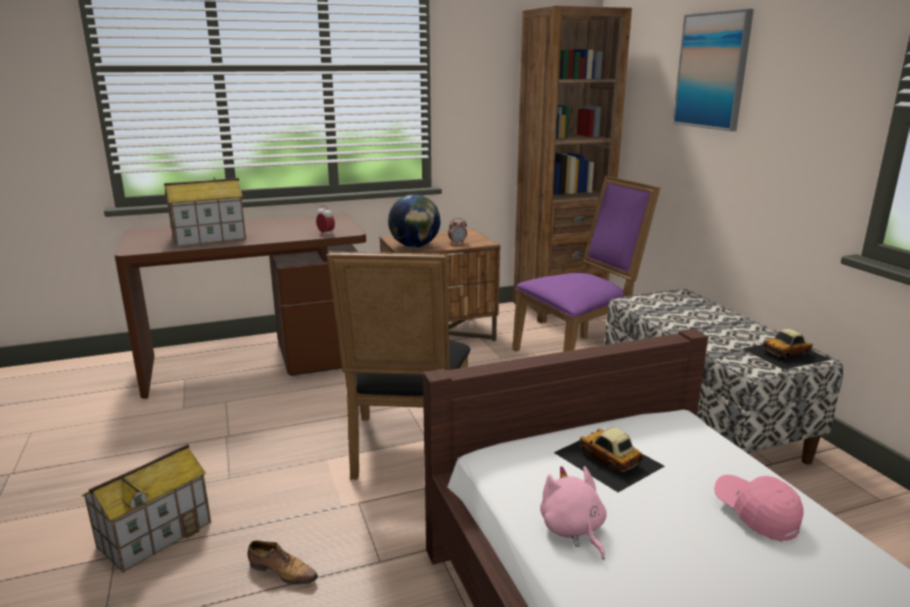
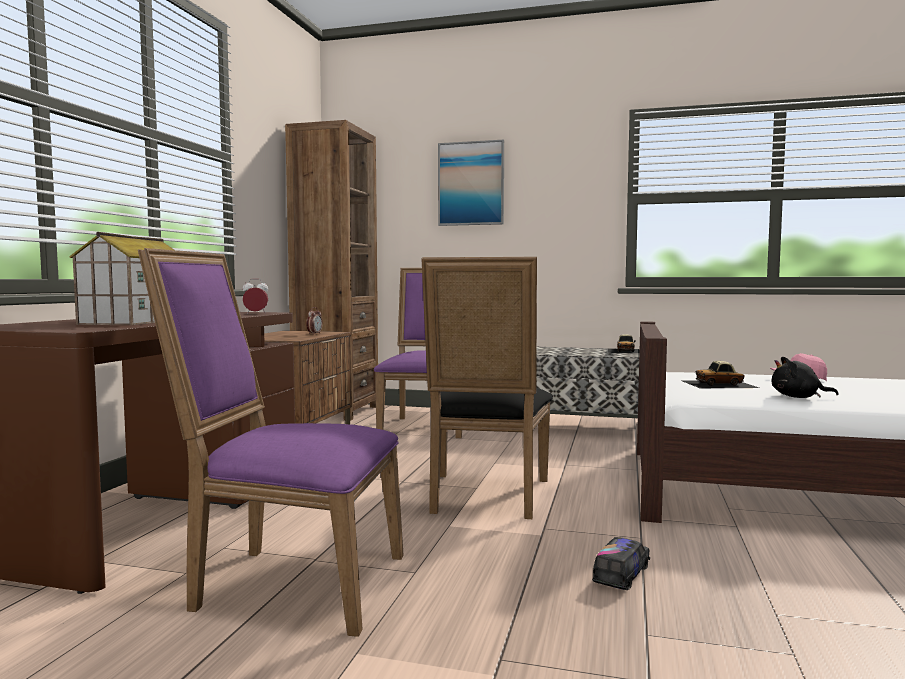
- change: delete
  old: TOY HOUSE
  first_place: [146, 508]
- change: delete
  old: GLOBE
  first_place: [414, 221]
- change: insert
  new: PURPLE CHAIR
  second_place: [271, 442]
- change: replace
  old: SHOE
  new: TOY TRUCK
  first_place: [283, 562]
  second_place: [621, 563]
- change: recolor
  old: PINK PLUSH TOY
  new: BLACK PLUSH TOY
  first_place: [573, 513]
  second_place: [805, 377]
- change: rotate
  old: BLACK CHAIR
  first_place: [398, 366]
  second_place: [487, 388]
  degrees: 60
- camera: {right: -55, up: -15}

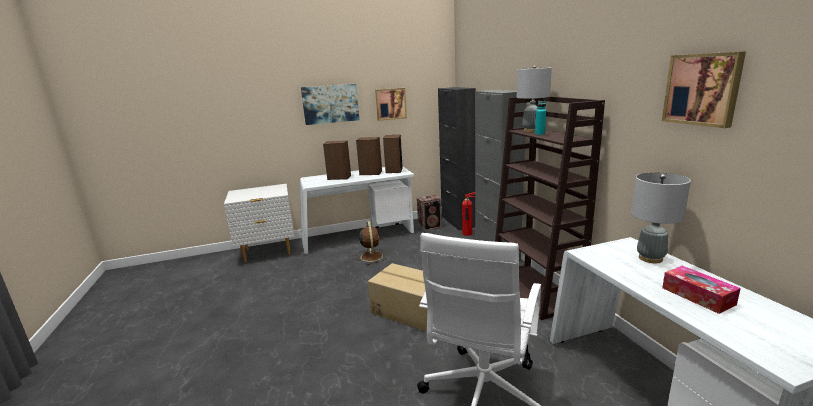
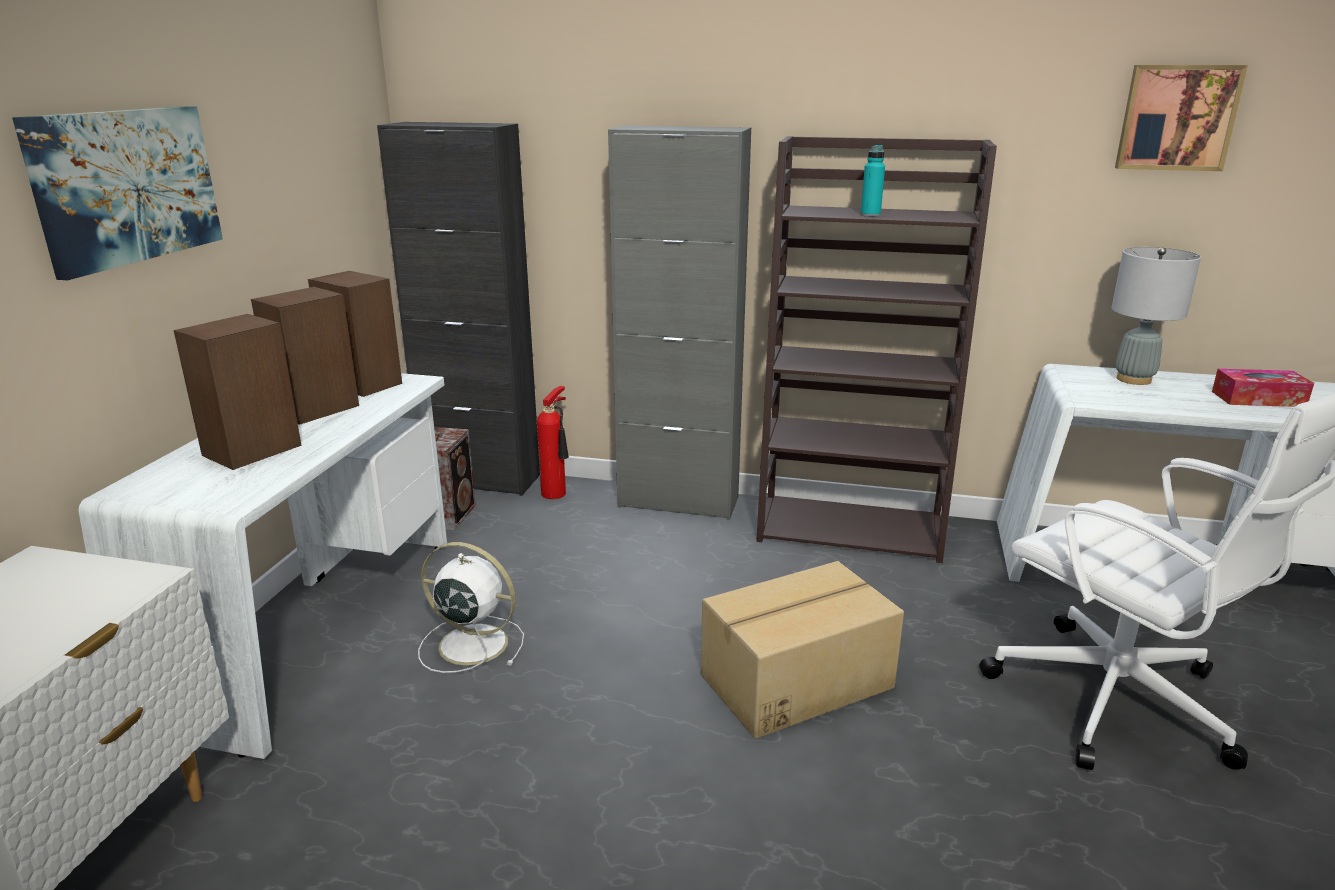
- change: delete
  old: PICTURE
  first_place: [391, 104]
- change: delete
  old: GREY TABLE LAMP
  first_place: [534, 98]
- change: recolor
  old: BROWN FAN
  new: WHITE FAN
  first_place: [371, 243]
  second_place: [471, 607]
- camera: {right: -60, up: 5}

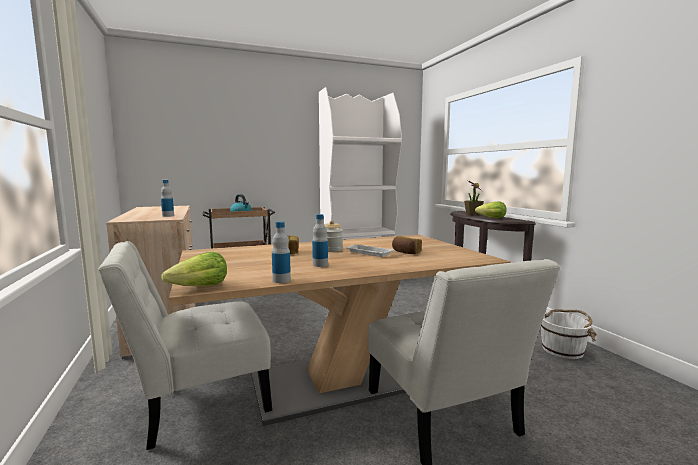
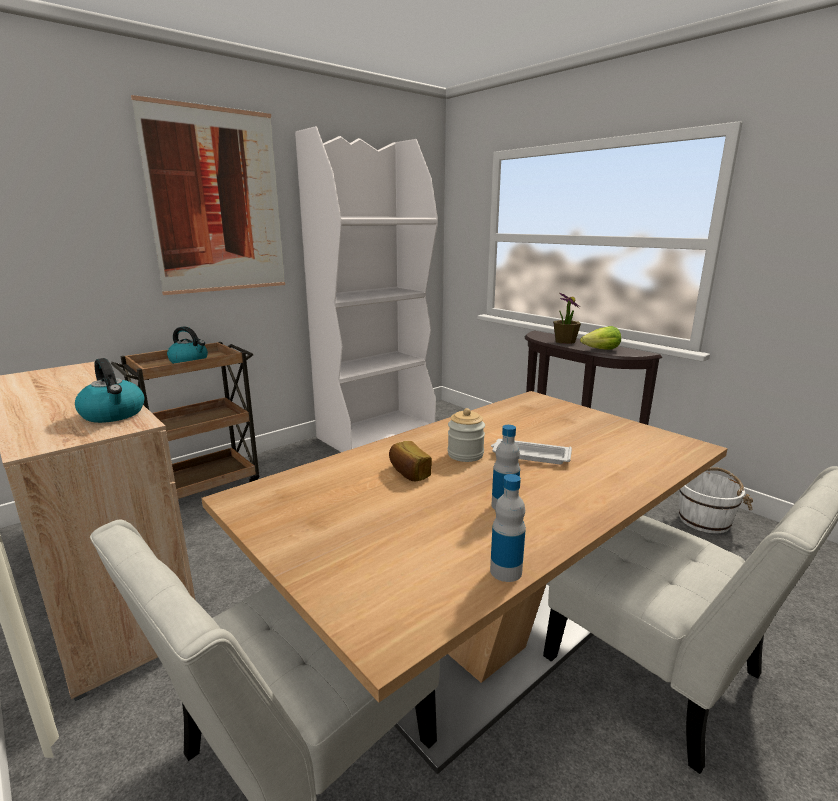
- change: delete
  old: LETTUCE
  first_place: [194, 268]
- change: delete
  old: BREAD
  first_place: [407, 245]
- change: insert
  new: PICTURE
  second_place: [208, 195]
- change: replace
  old: BOTTLE
  new: KETTLE
  first_place: [167, 198]
  second_place: [109, 390]
- camera: {right: -20, up: 10}

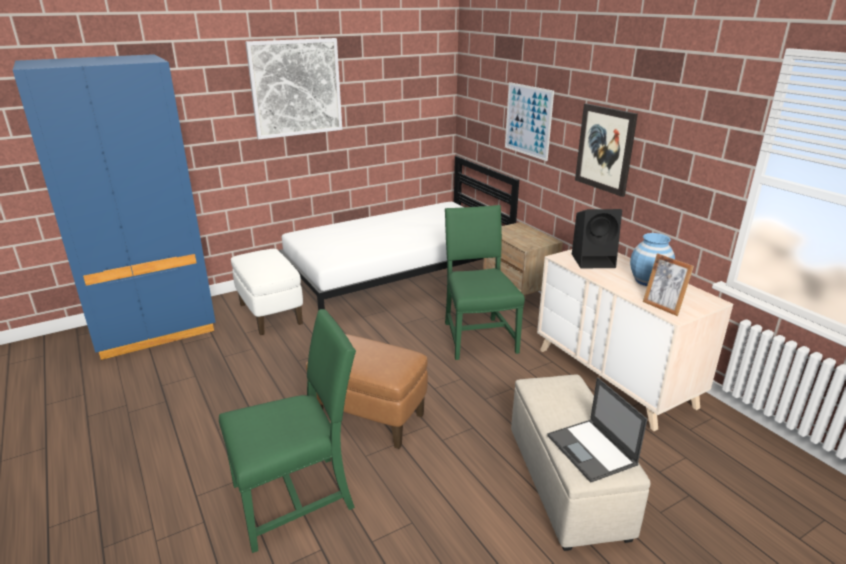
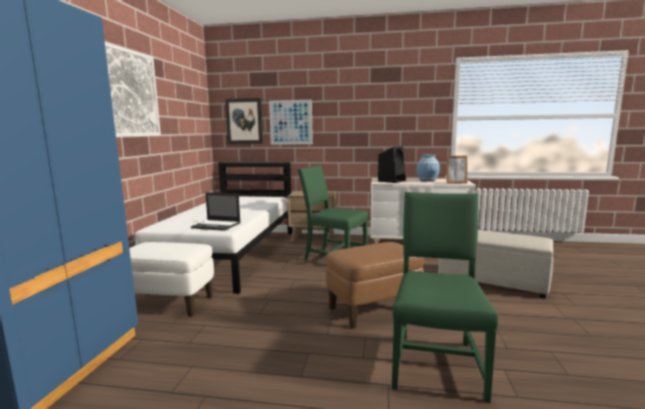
- change: move
  old: LAPTOP
  first_place: [597, 430]
  second_place: [216, 211]
- change: move
  old: PICTURE
  first_place: [606, 150]
  second_place: [244, 121]
- camera: {right: -50, up: -15}

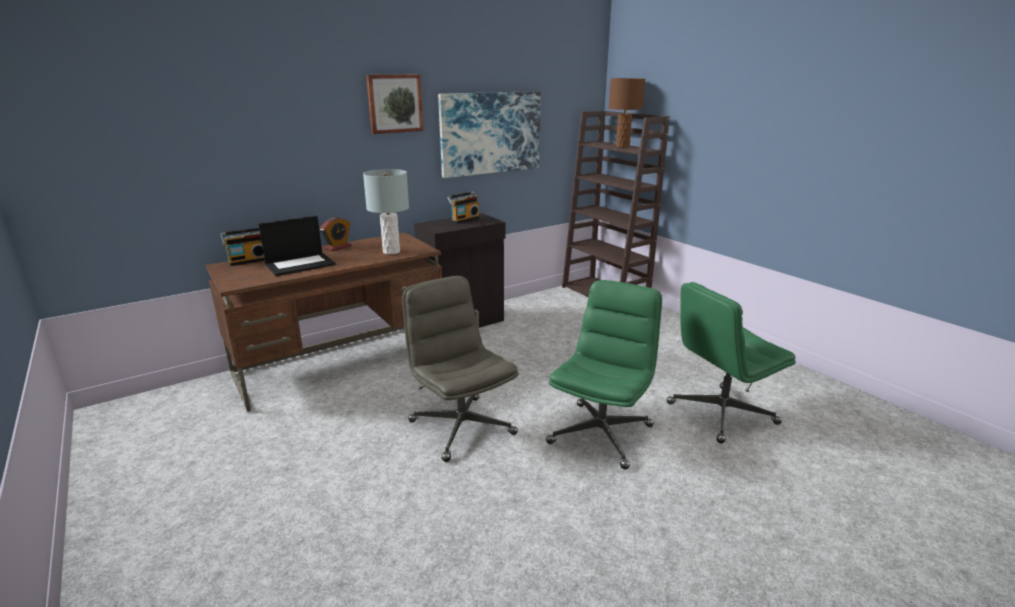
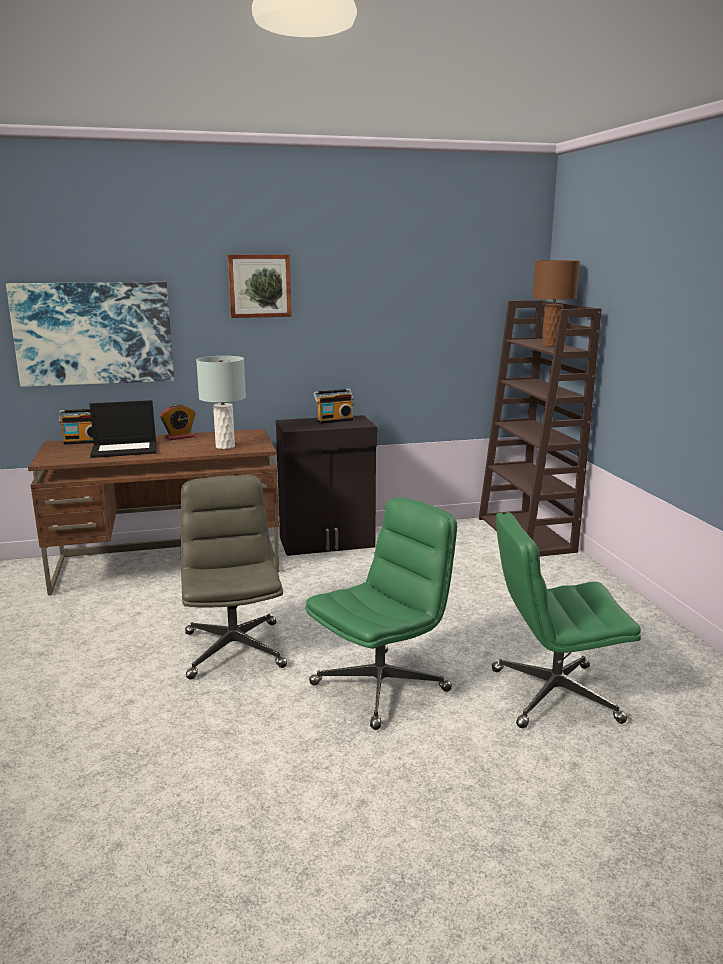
- change: move
  old: PICTURE
  first_place: [489, 134]
  second_place: [90, 334]
- camera: {right: 20, up: -5}

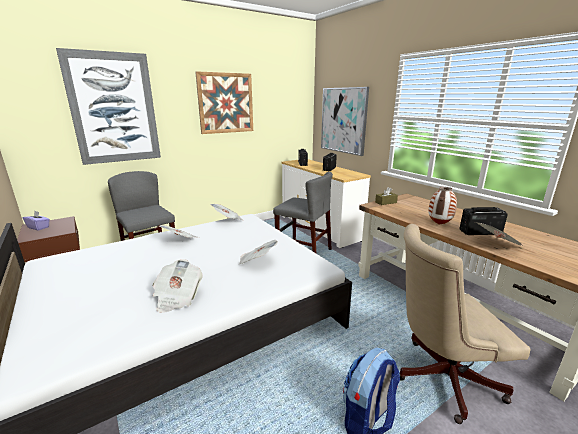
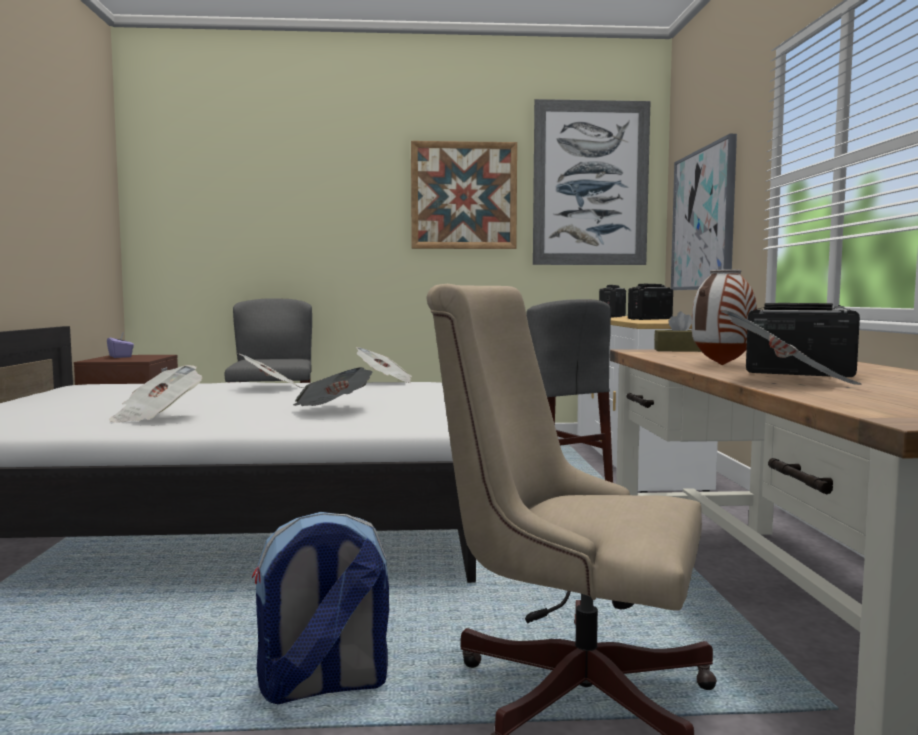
- change: move
  old: PICTURE
  first_place: [108, 106]
  second_place: [591, 182]
- camera: {right: 30, up: -15}

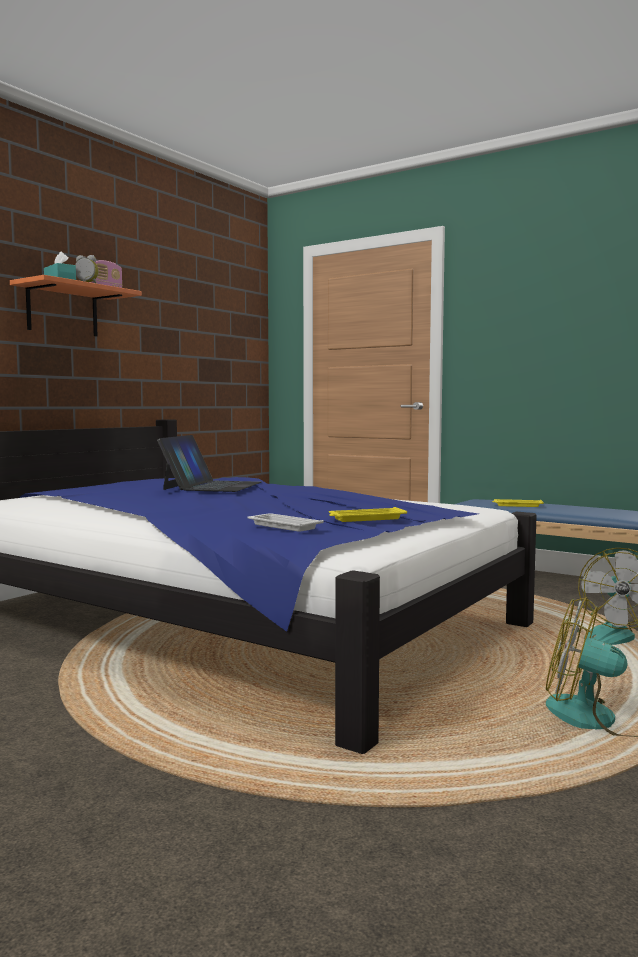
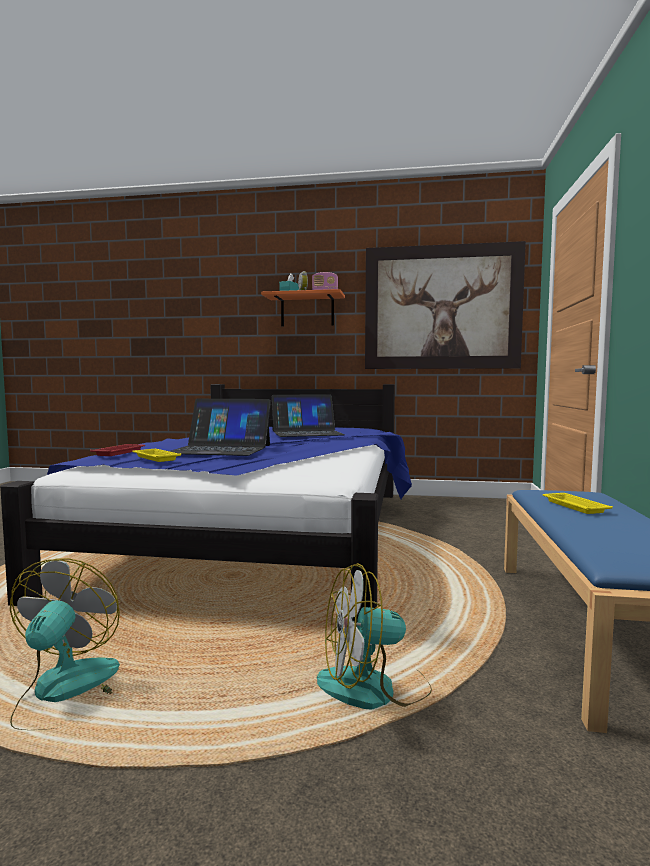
- change: insert
  new: LAPTOP
  second_place: [220, 427]
- change: insert
  new: PICTURE
  second_place: [445, 305]
- change: recolor
  old: WHITE TRAY
  new: RED TRAY
  first_place: [286, 522]
  second_place: [117, 450]
- camera: {right: 65, up: 0}

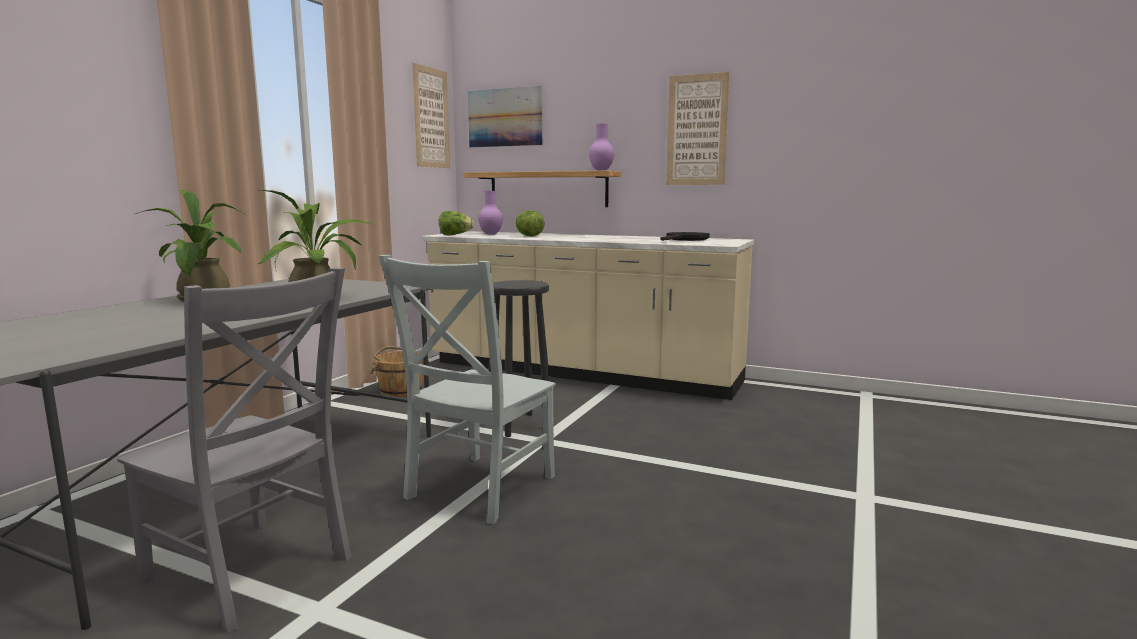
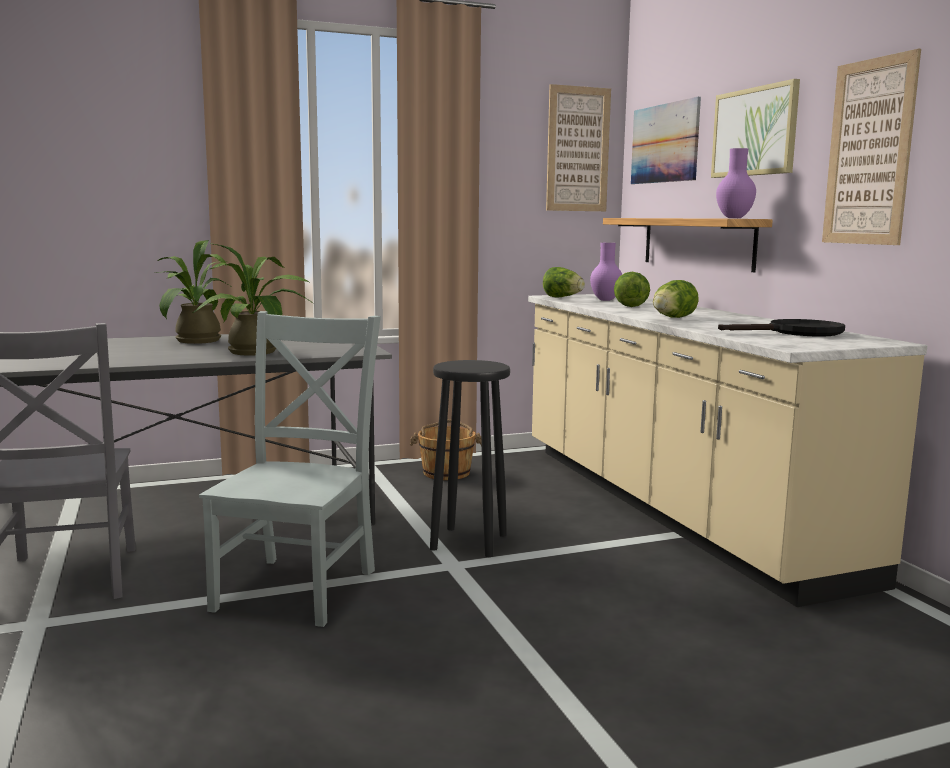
- change: insert
  new: LETTUCE
  second_place: [676, 299]
- change: insert
  new: PICTURE
  second_place: [755, 128]
- change: rotate
  old: GREY CHAIR
  first_place: [467, 389]
  second_place: [290, 469]
  degrees: 120
- camera: {right: 45, up: 0}

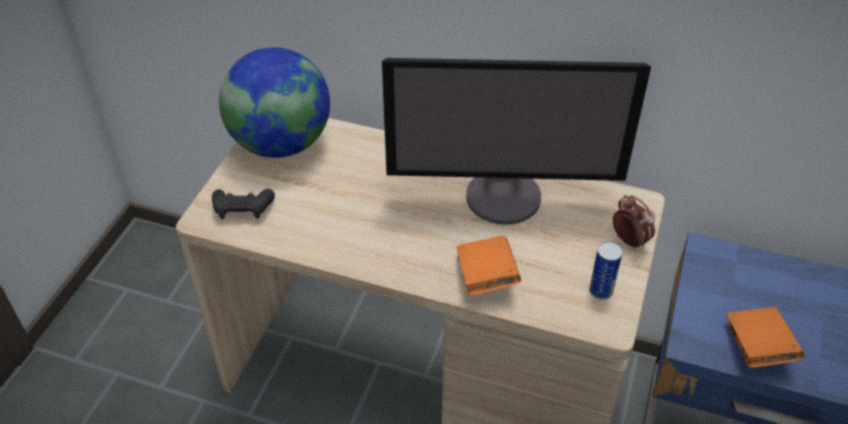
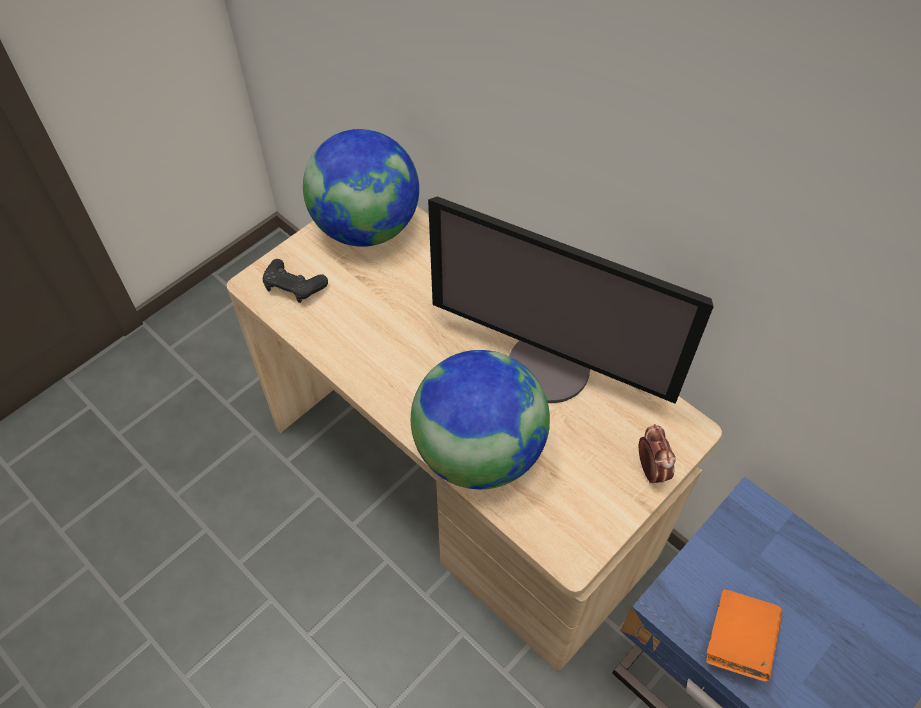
- change: delete
  old: CAN
  first_place: [606, 271]
- change: replace
  old: ORANGE BOOK
  new: GLOBE
  first_place: [488, 266]
  second_place: [480, 419]
- camera: {right: 25, up: 10}

